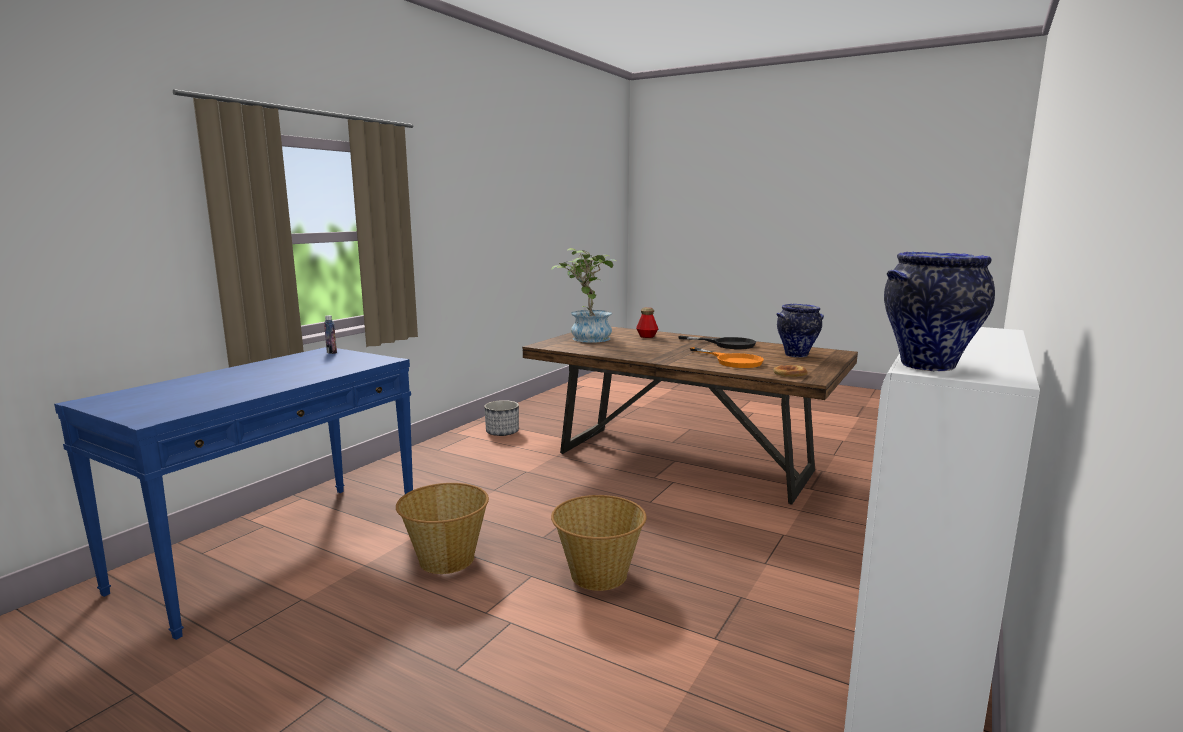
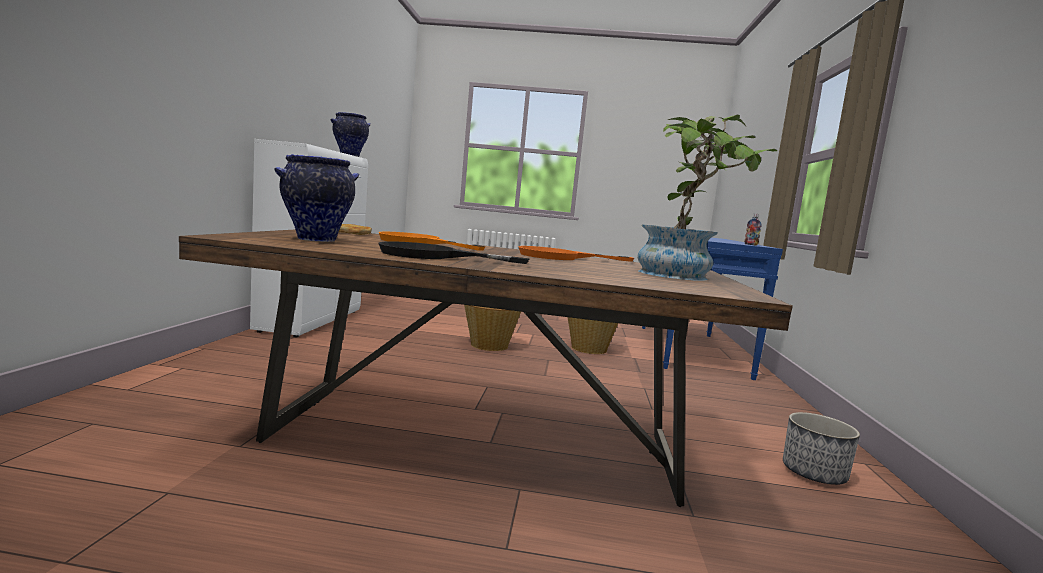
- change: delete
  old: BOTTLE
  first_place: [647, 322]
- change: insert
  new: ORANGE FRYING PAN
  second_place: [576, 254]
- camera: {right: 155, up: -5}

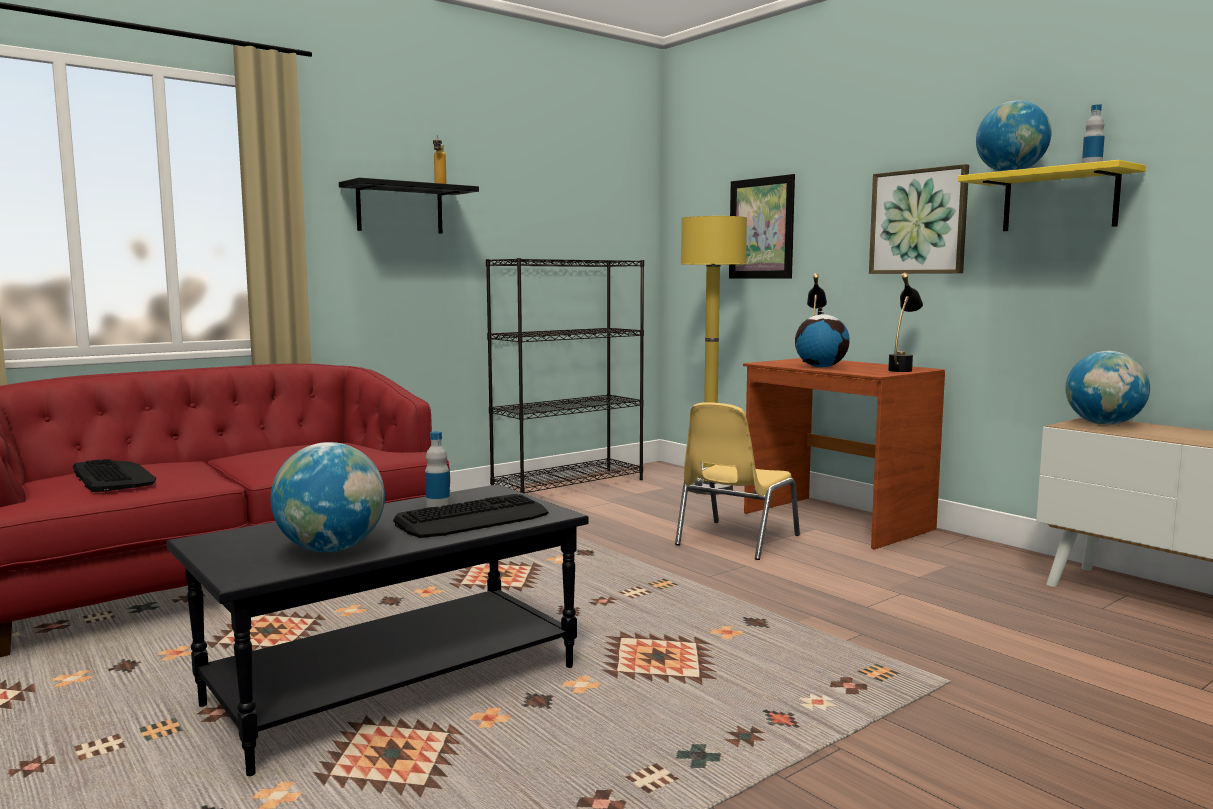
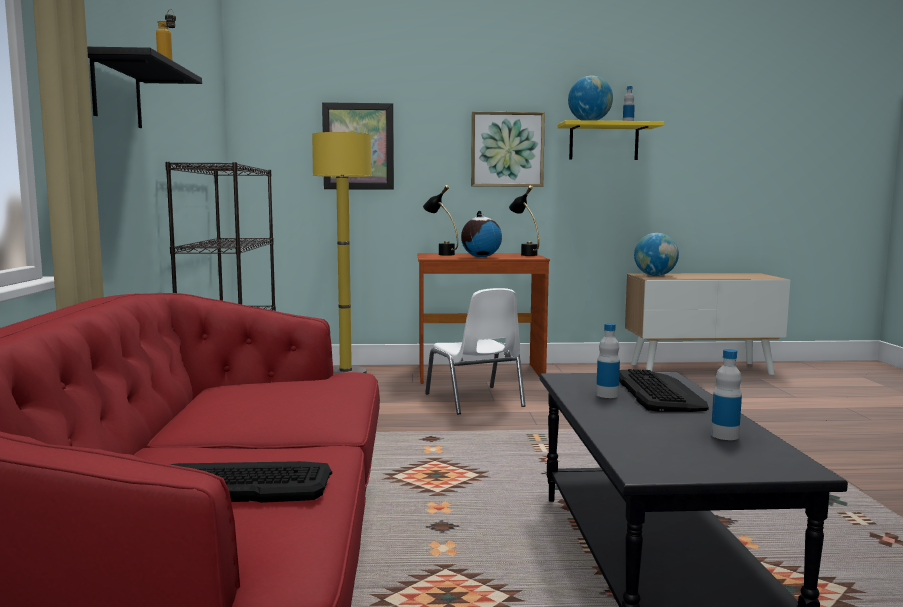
- change: replace
  old: GLOBE
  new: BOTTLE
  first_place: [328, 497]
  second_place: [726, 394]
- change: recolor
  old: YELLOW CHAIR
  new: WHITE CHAIR
  first_place: [737, 481]
  second_place: [475, 351]
- camera: {right: -55, up: 0}

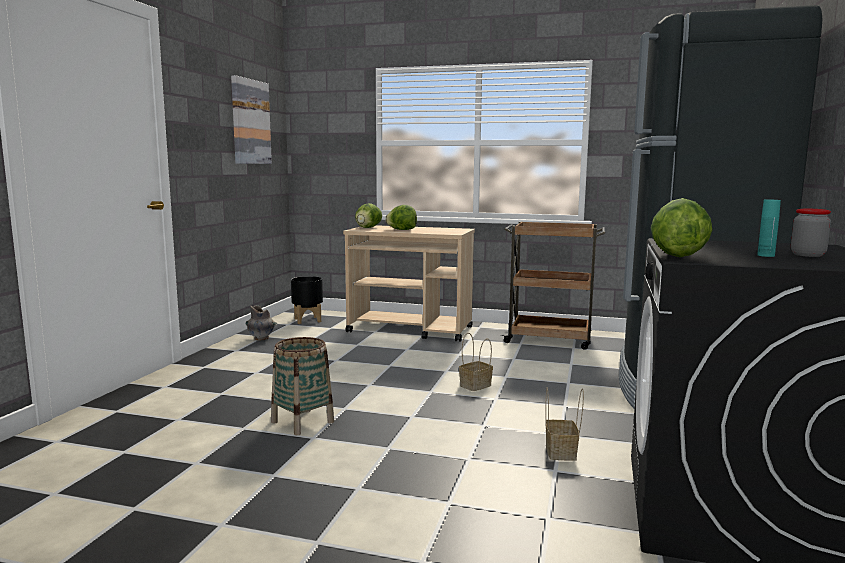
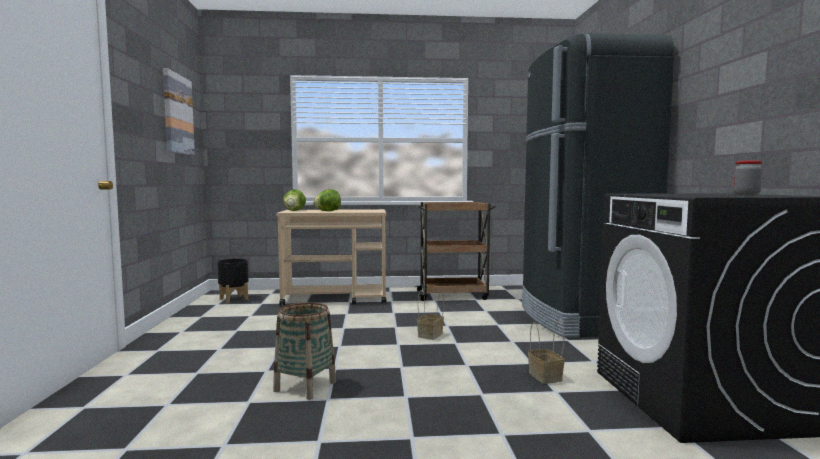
- change: delete
  old: GREY VASE
  first_place: [261, 322]
- change: delete
  old: LETTUCE
  first_place: [681, 227]
- change: delete
  old: TURQUOISE BOTTLE
  first_place: [769, 228]
- camera: {right: -20, up: -5}

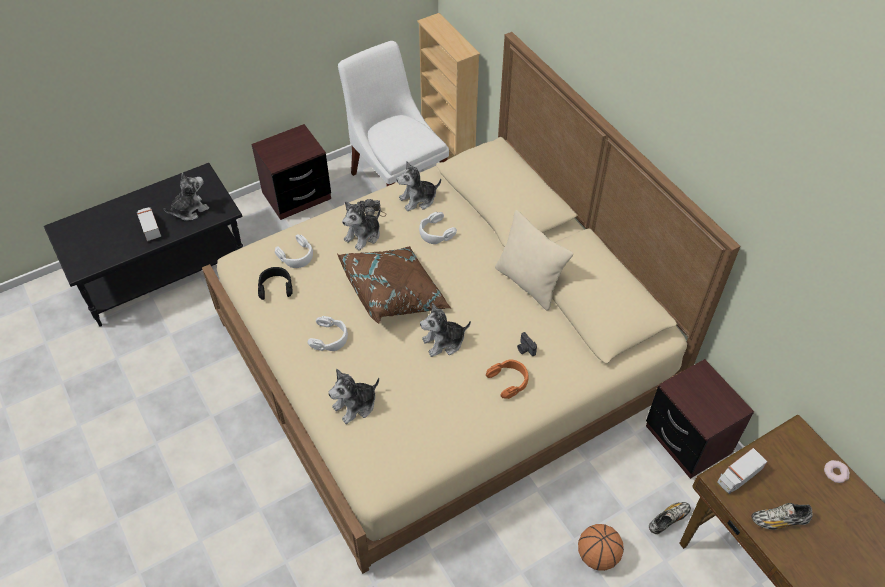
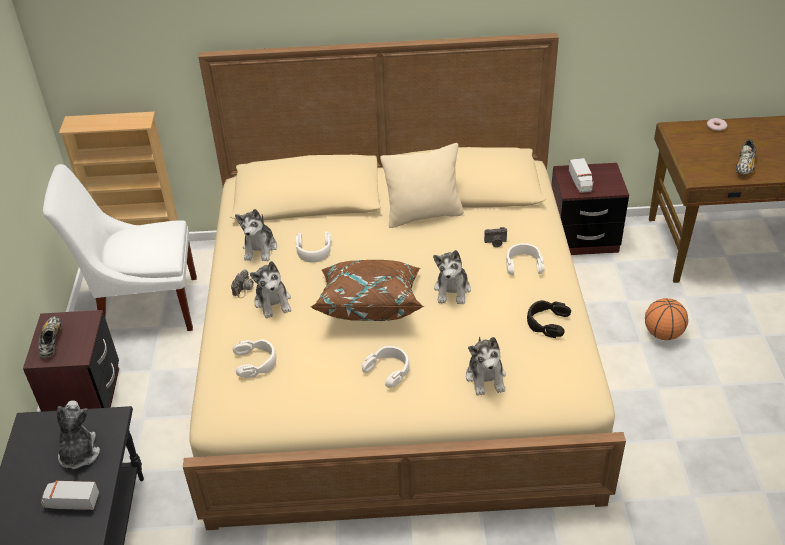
- change: move
  old: BLACK HEADPHONES
  first_place: [275, 283]
  second_place: [549, 319]
- change: move
  old: SHOE
  first_place: [670, 518]
  second_place: [50, 337]
- change: move
  old: TOY TRUCK
  first_place: [742, 471]
  second_place: [581, 175]
- change: recolor
  old: ORANGE HEADPHONES
  new: WHITE HEADPHONES
  first_place: [507, 379]
  second_place: [525, 259]
- camera: {right: -60, up: -10}

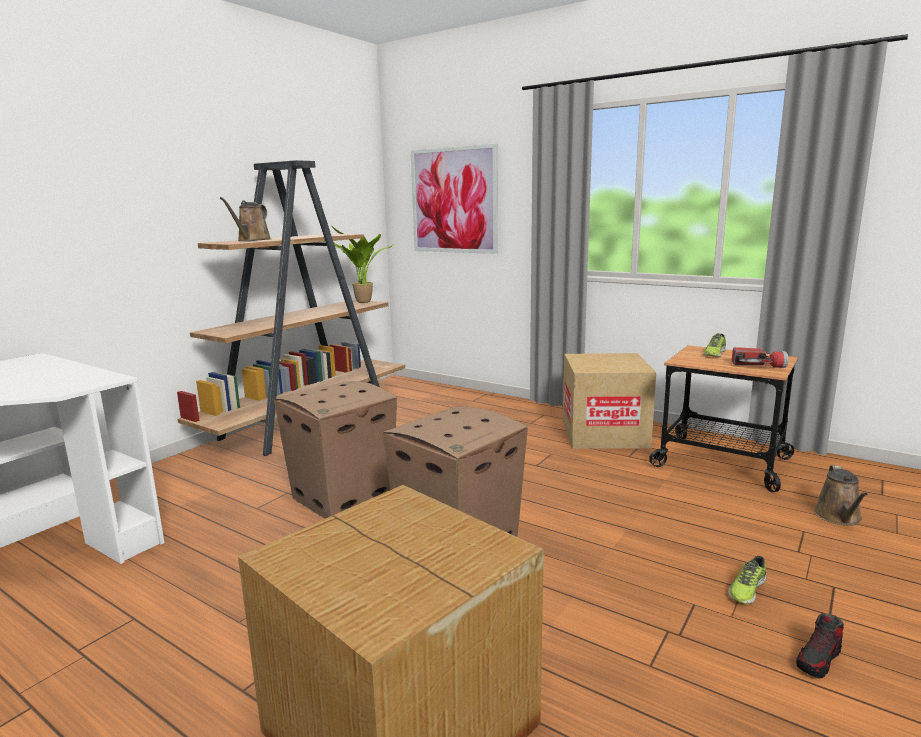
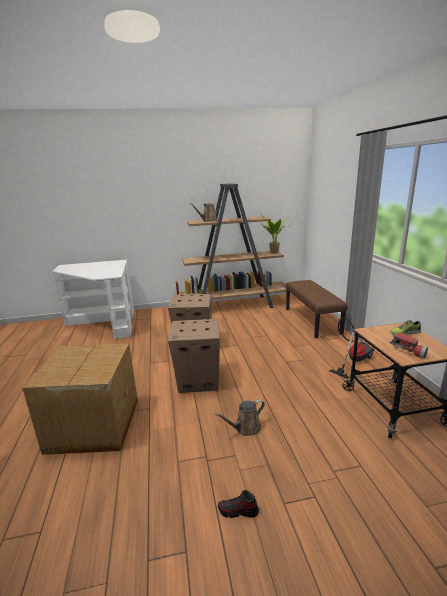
- change: delete
  old: PICTURE
  first_place: [454, 199]
- change: delete
  old: SHOE
  first_place: [747, 580]
- change: insert
  new: BROWN BENCH
  second_place: [317, 309]
- change: move
  old: BROWN WATERING CAN
  first_place: [841, 495]
  second_place: [240, 417]
- change: replace
  old: CARDBOARD BOX
  new: VACUUM CLEANER
  first_place: [609, 401]
  second_place: [351, 348]
- camera: {right: 45, up: 5}

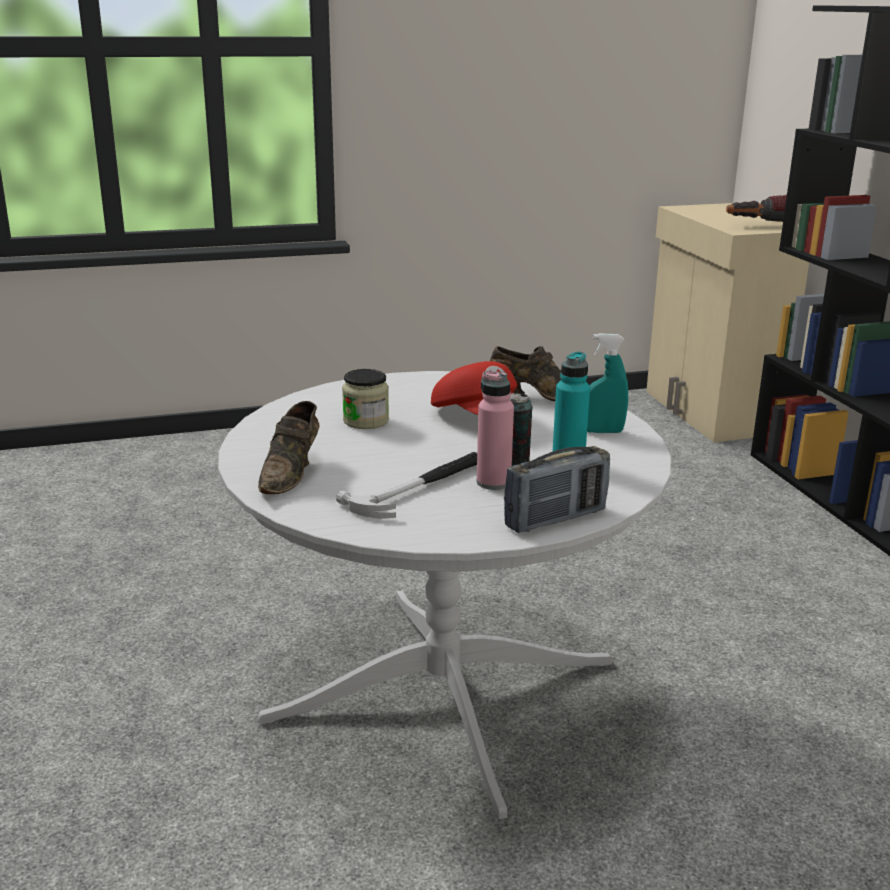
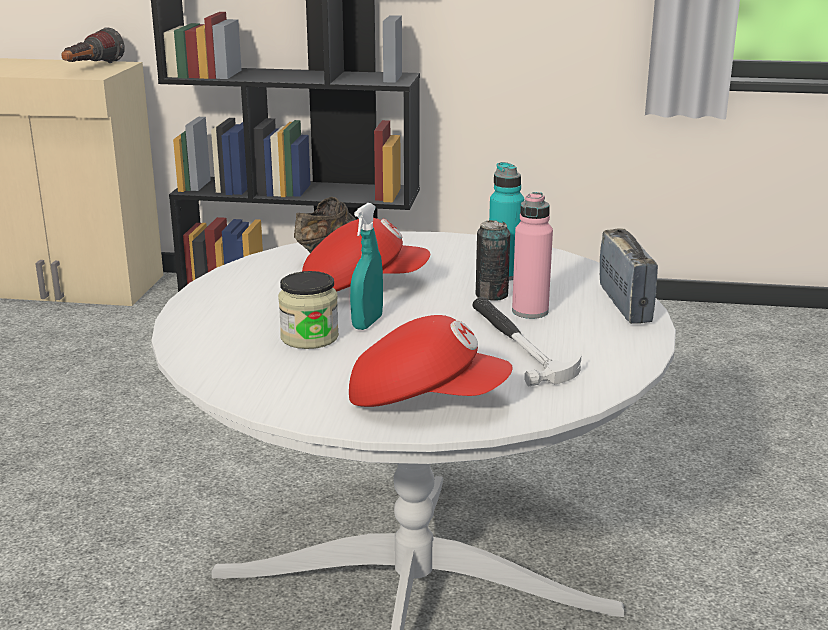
- change: move
  old: TURQUOISE SPRAY BOTTLE
  first_place: [607, 383]
  second_place: [366, 266]
- change: replace
  old: BROWN SHOE
  new: RED CAP
  first_place: [289, 447]
  second_place: [431, 361]
- camera: {right: -65, up: 0}

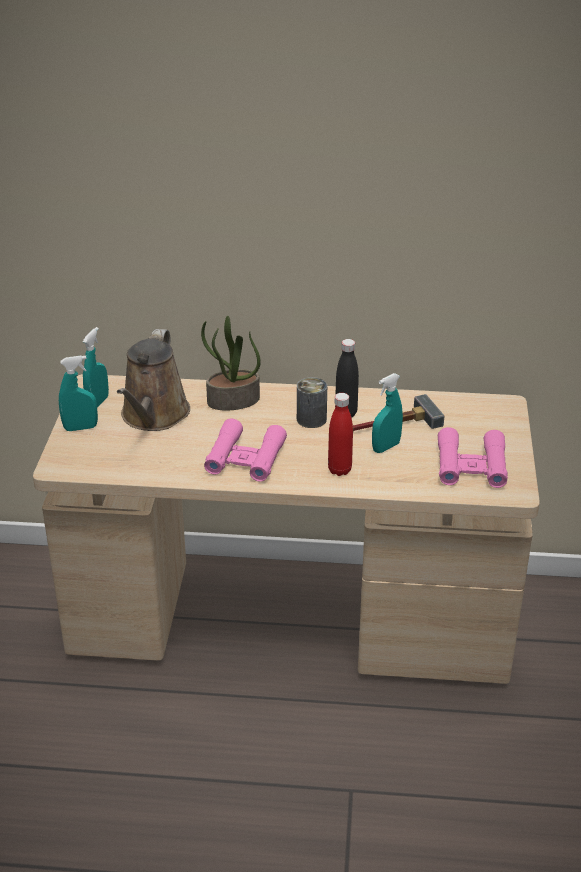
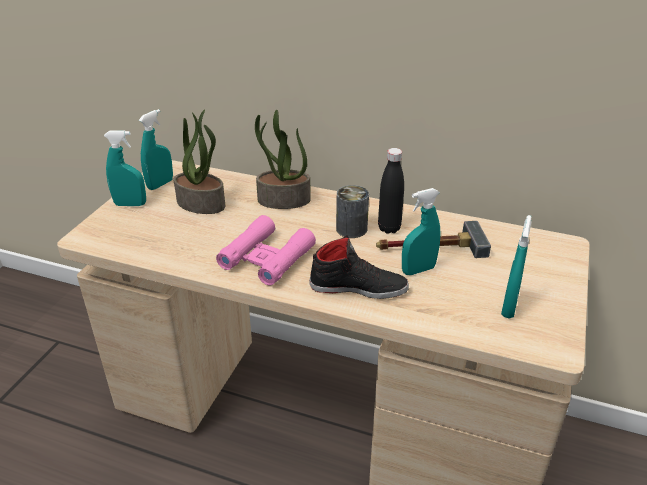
- change: replace
  old: BROWN WATERING CAN
  new: POTTED PLANT
  first_place: [153, 380]
  second_place: [199, 161]
- change: replace
  old: RED BOTTLE
  new: BLACK SHOE
  first_place: [340, 434]
  second_place: [359, 267]
- change: replace
  old: PINK BINOCULARS
  new: TURQUOISE SPRAY BOTTLE
  first_place: [473, 457]
  second_place: [516, 267]
- camera: {right: 15, up: 0}

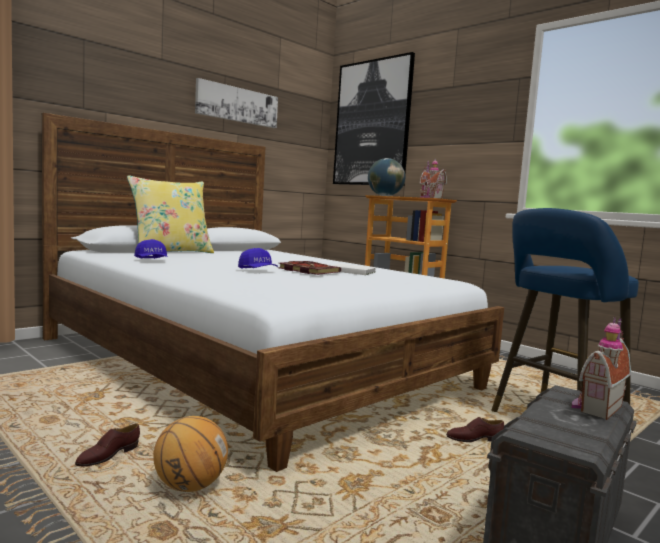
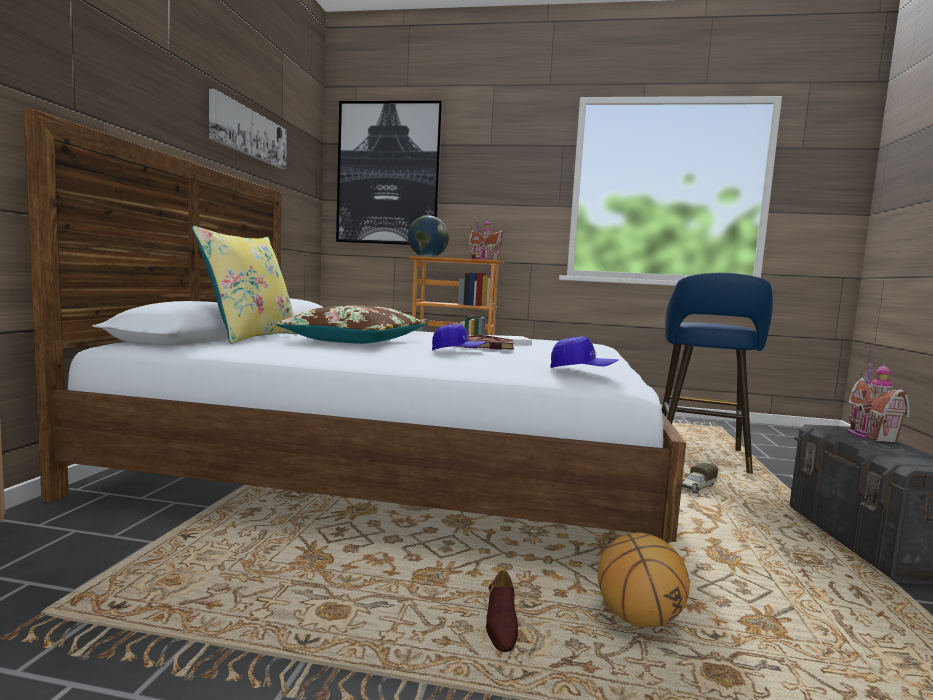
- change: insert
  new: BROWN PILLOW
  second_place: [351, 324]
- change: move
  old: BLUE CAP
  first_place: [151, 249]
  second_place: [584, 352]
- change: replace
  old: BROWN SHOE
  new: TOY TRUCK
  first_place: [475, 429]
  second_place: [700, 478]
- camera: {right: -35, up: 0}

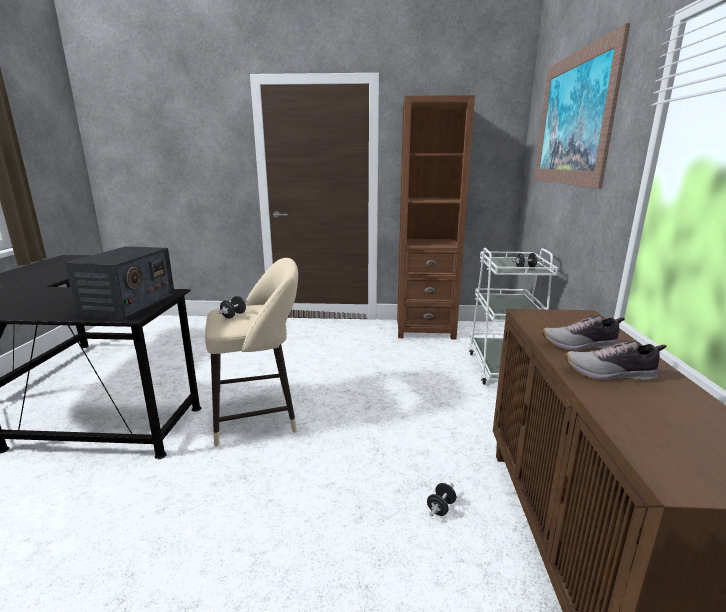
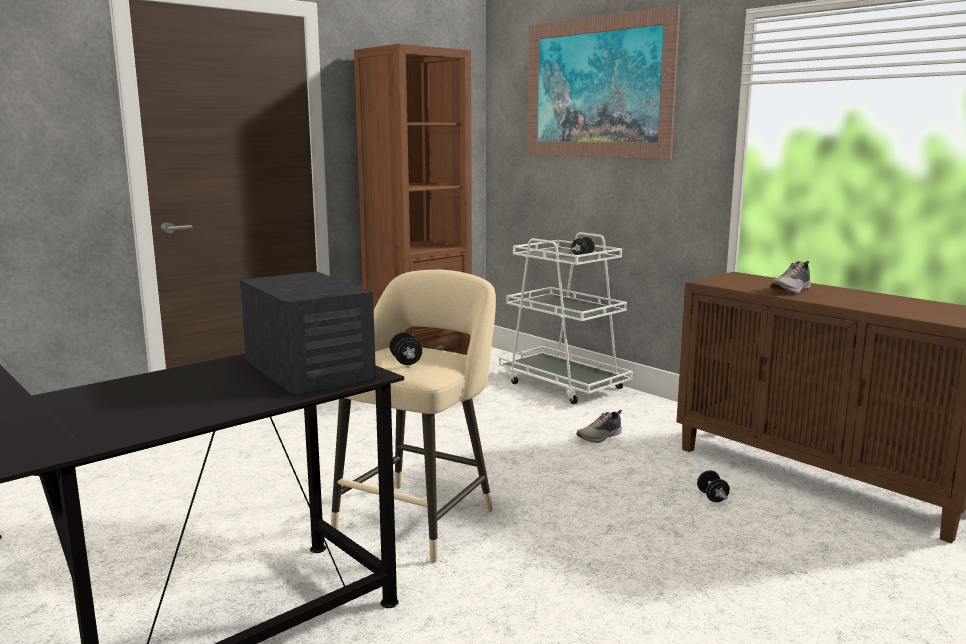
- change: move
  old: SHOE
  first_place: [616, 360]
  second_place: [599, 426]
- camera: {right: -45, up: -5}

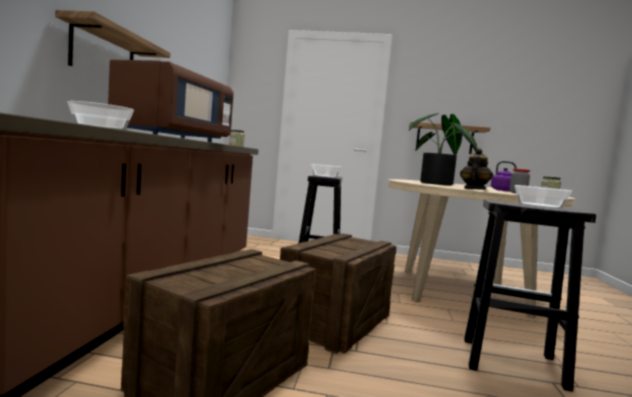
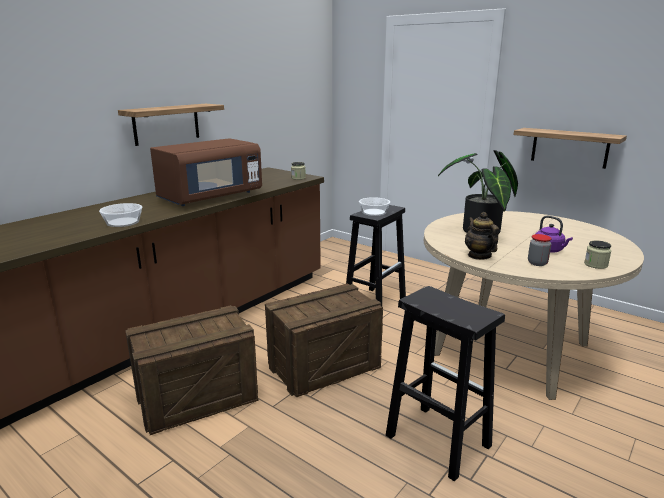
- change: delete
  old: BOWL
  first_place: [543, 197]
- change: rotate
  old: TEAPOT
  first_place: [476, 169]
  second_place: [482, 236]
  degrees: -75
- camera: {right: 30, up: 15}

